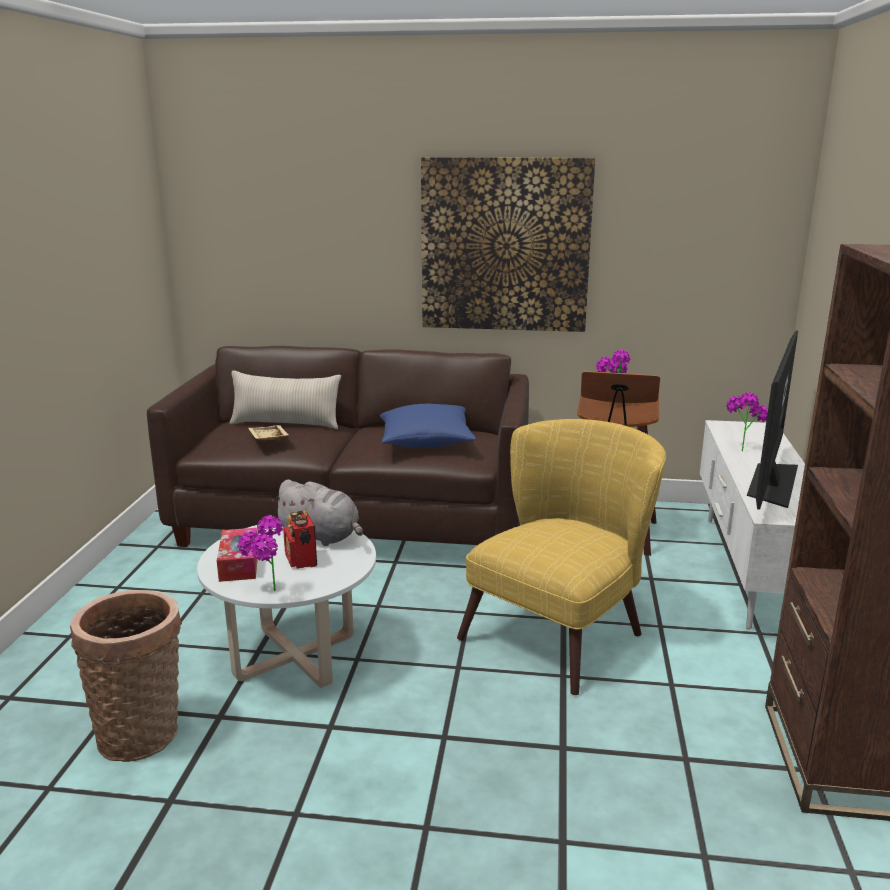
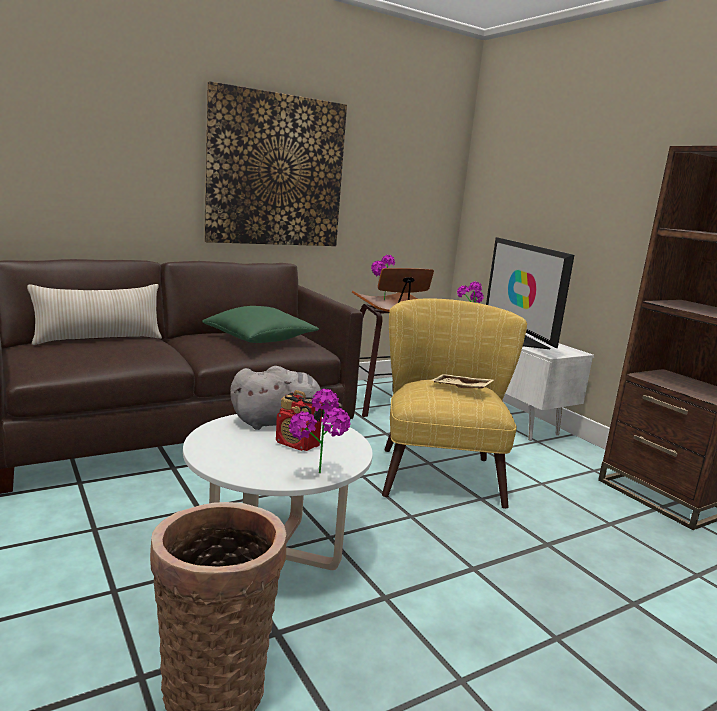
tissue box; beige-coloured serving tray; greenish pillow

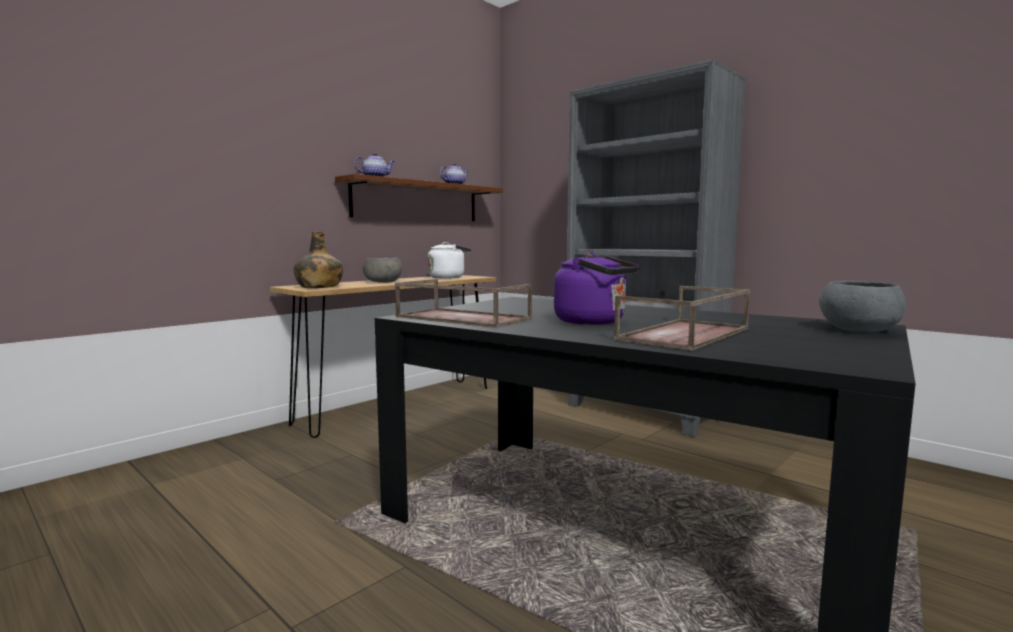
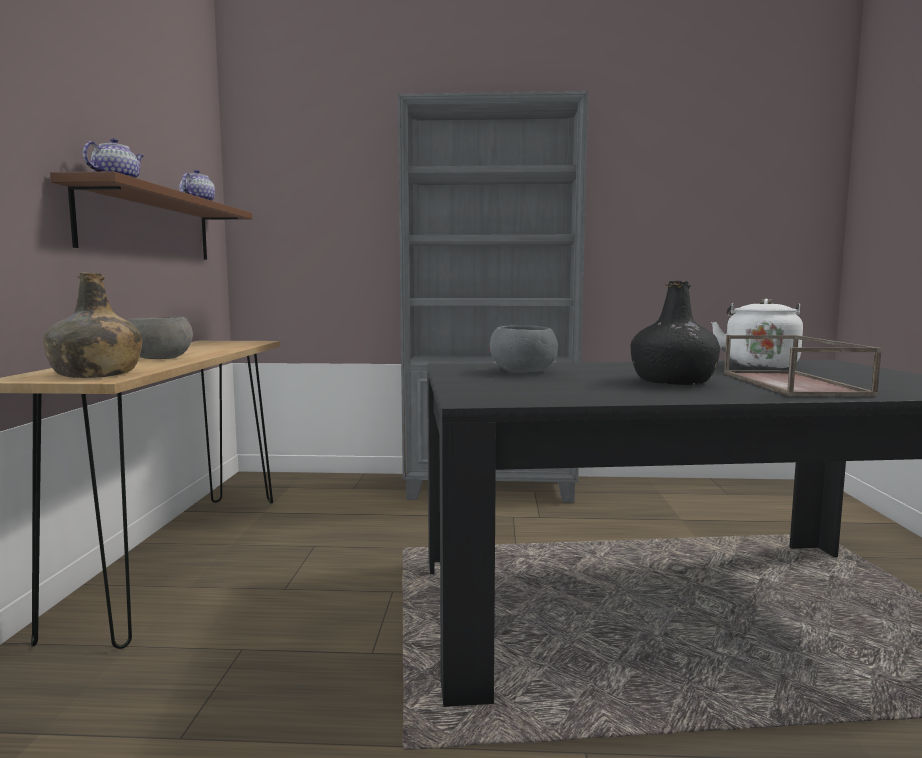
brownish serving tray (1st from left in the first image); white tea kettle; black-coloured drink bottle; gray deep dish (2nd from left)

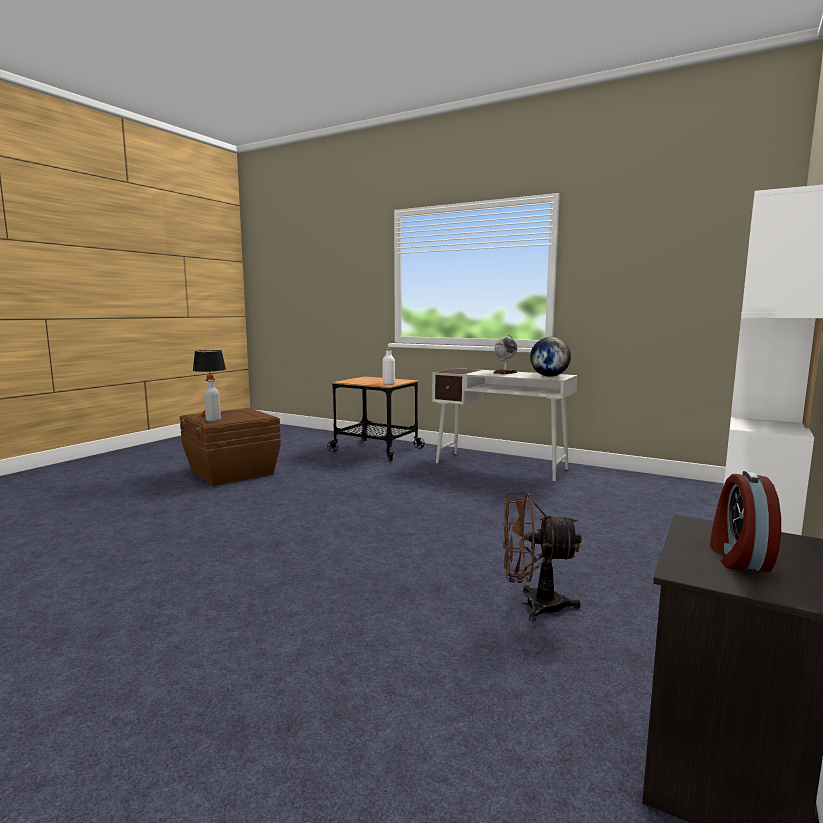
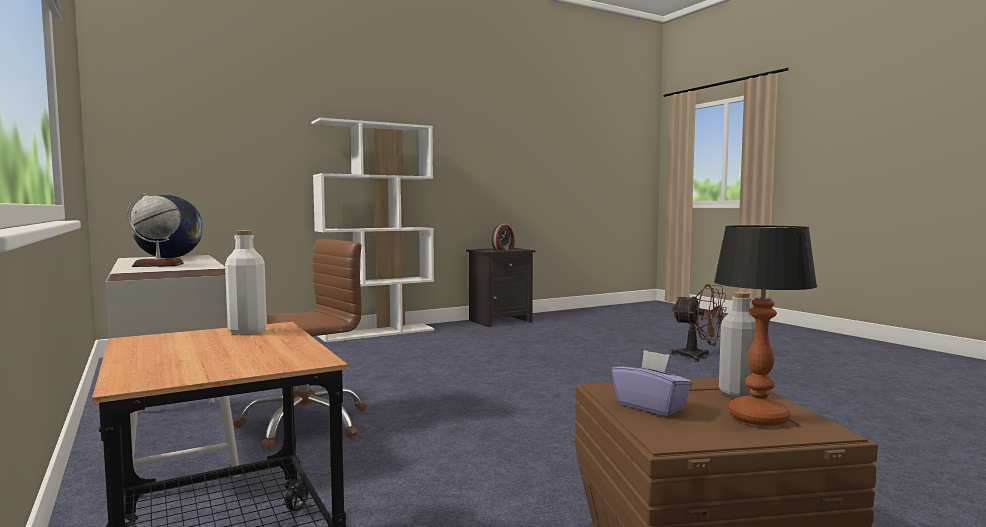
brownish fan; brownish desk chair; purplish tissue box

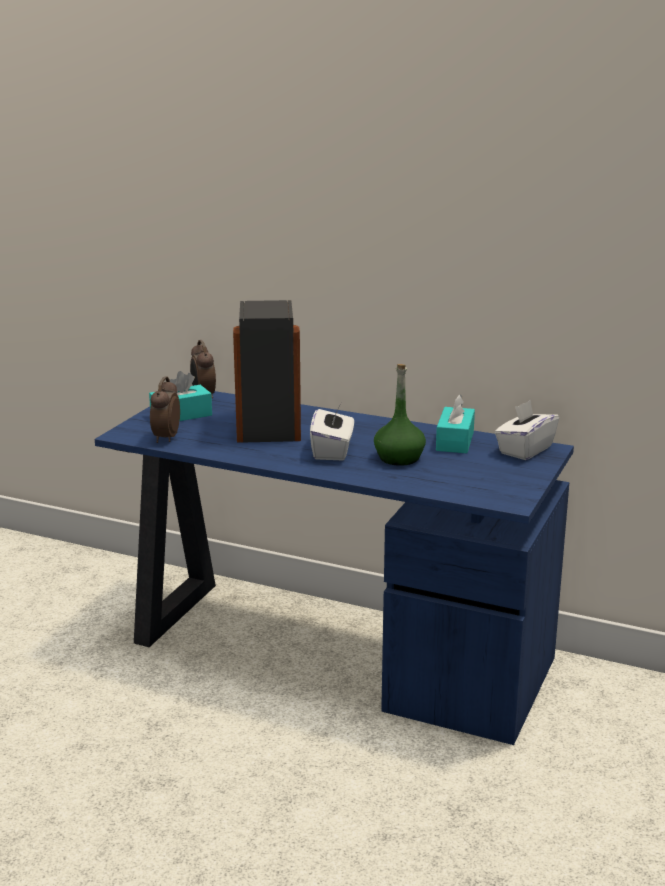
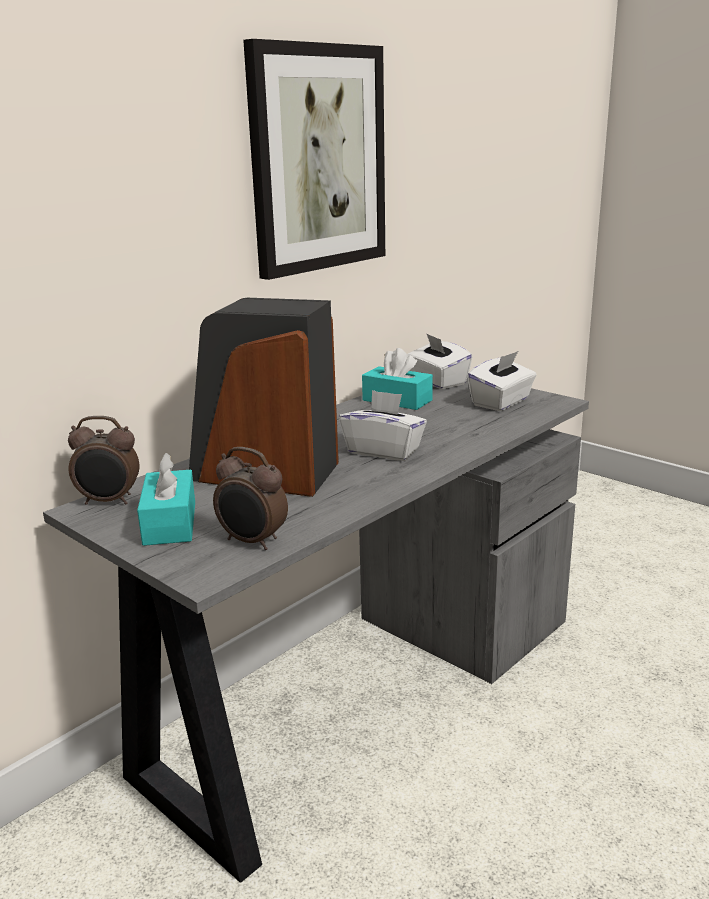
gray desk unit; greenish drink bottle; wall picture; white tissue box (3rd from left)

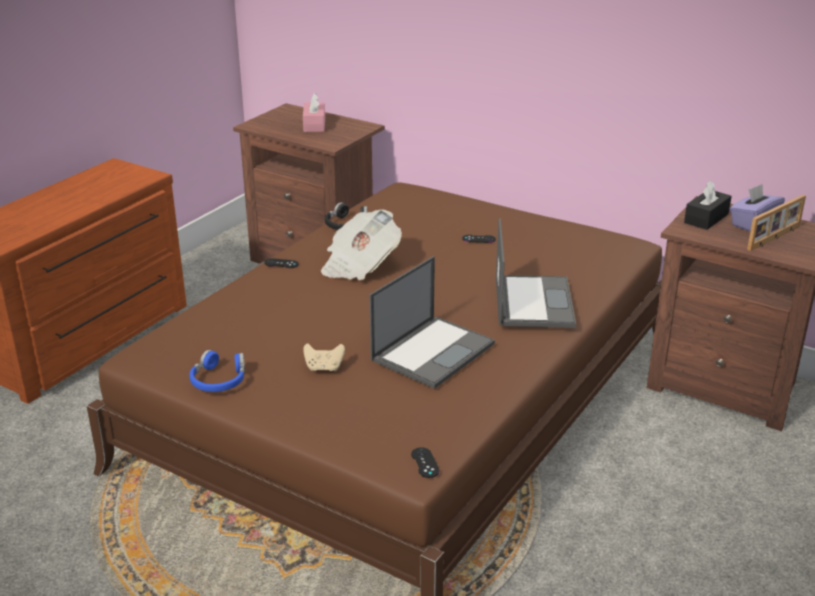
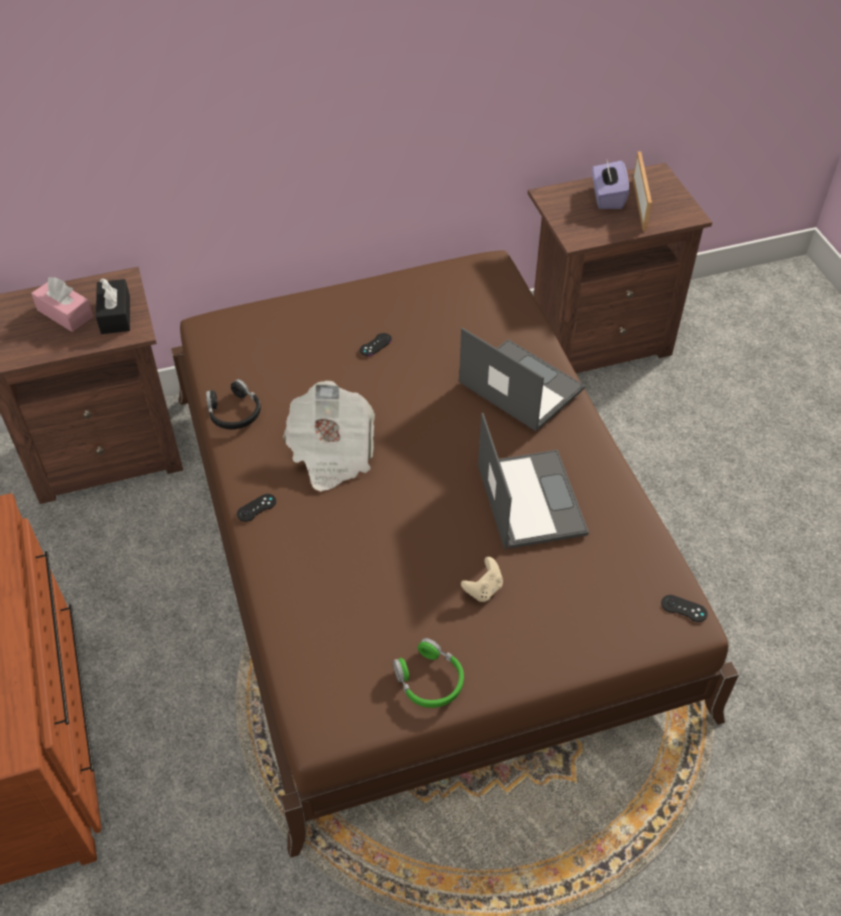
greenish headphones; black-coloured tissue box

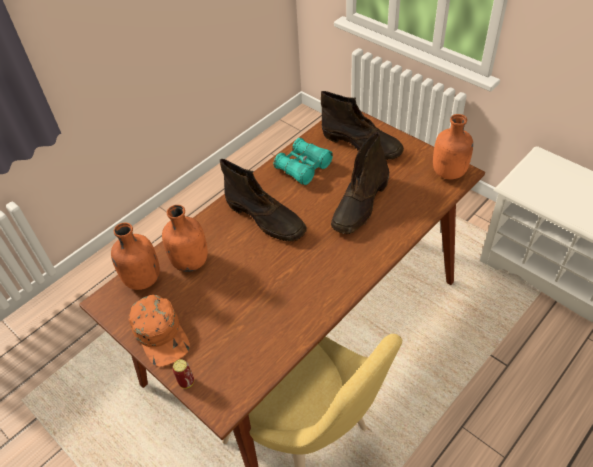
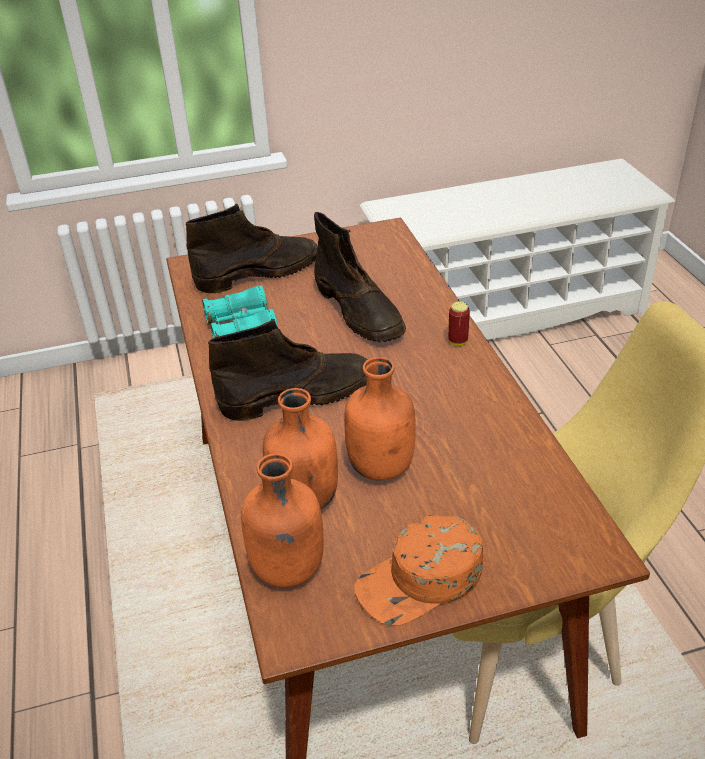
orange-coloured cap; can; orange-coloured drink bottle (3rd from left)

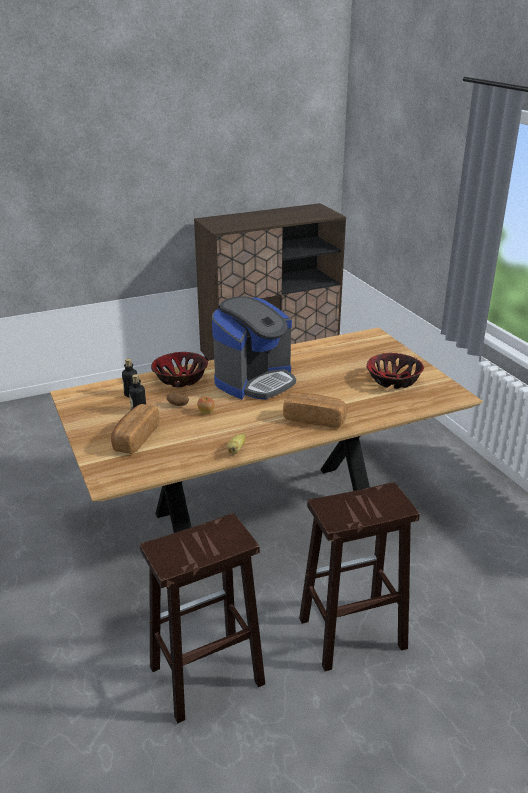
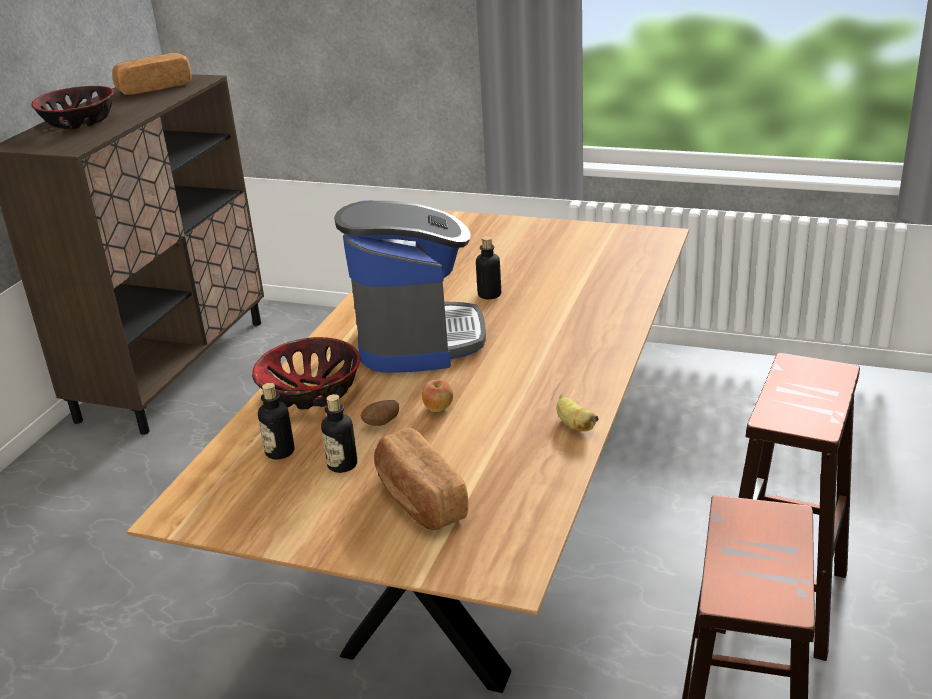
bakery bread (1st from left); deep dish (1st from left); drink bottle (3rd from left)

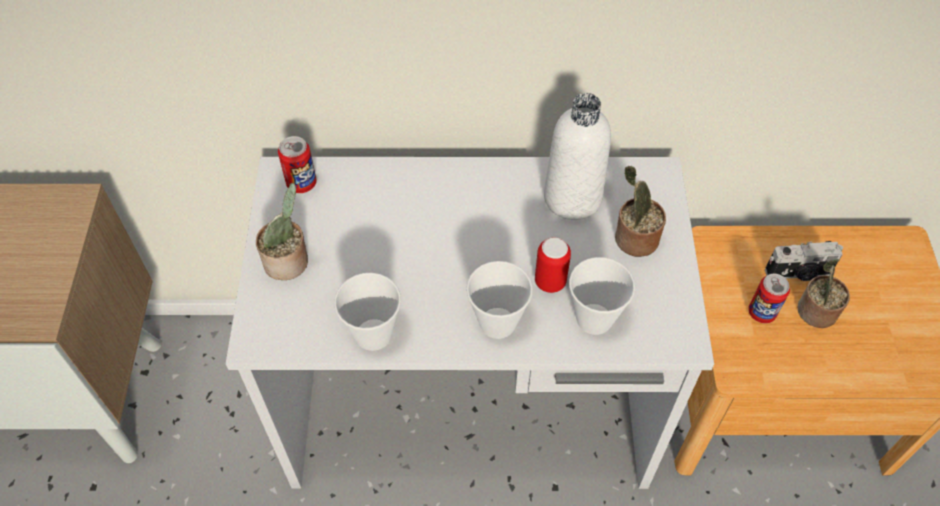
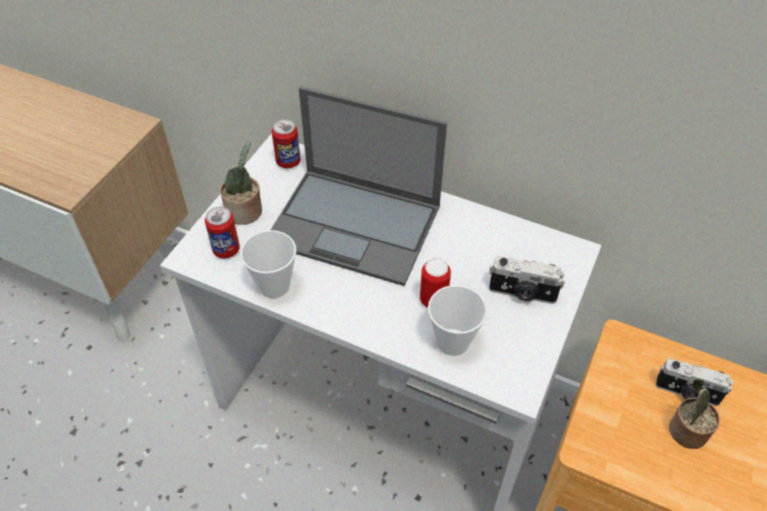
cup (2nd from left in the first image); white drink bottle; still camera (1st from left); can (1st from left); laptop

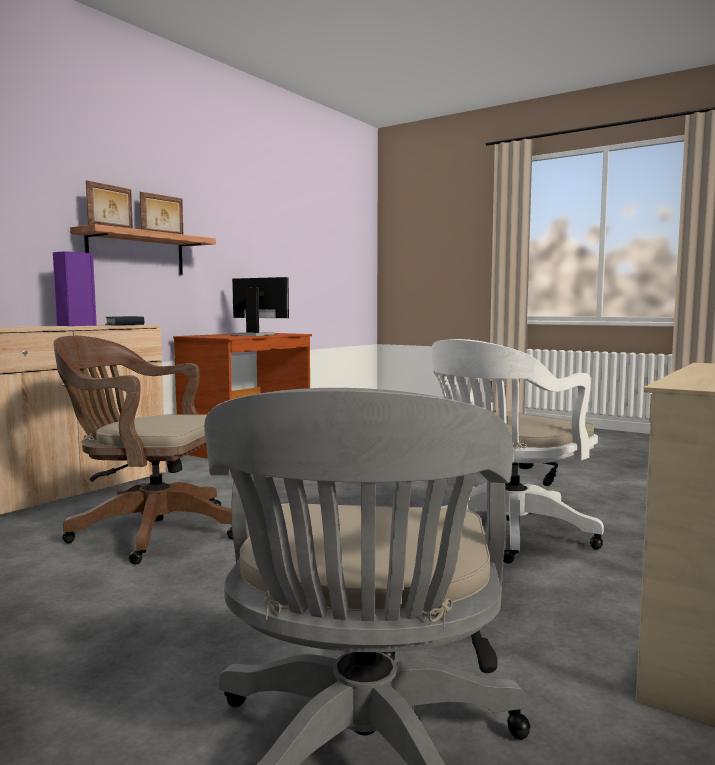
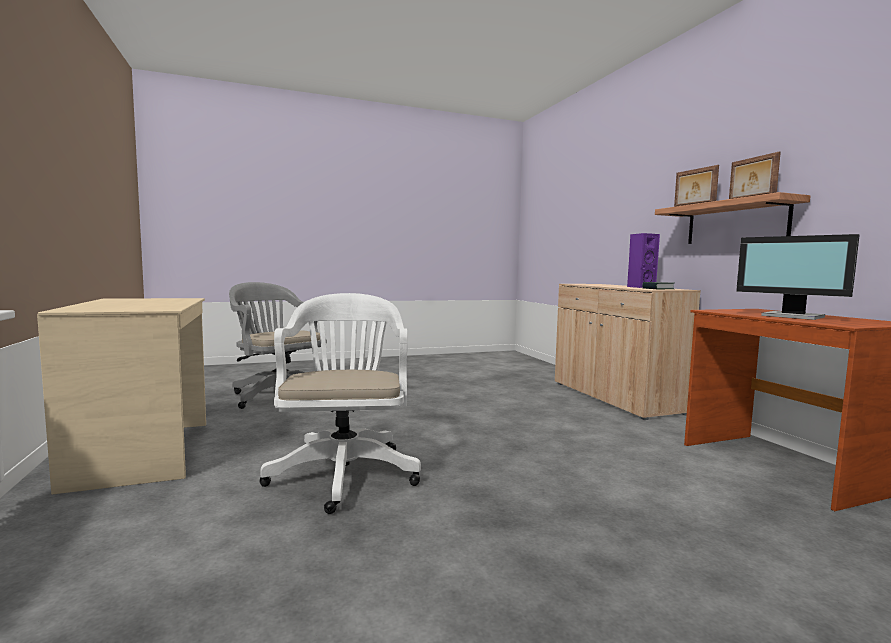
brownish desk chair; monitor

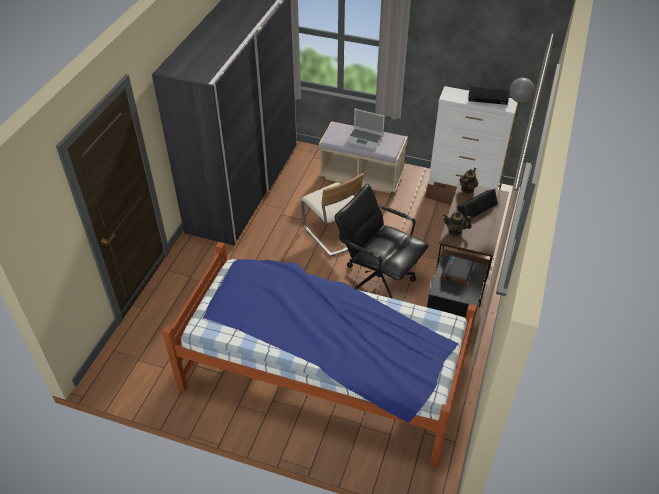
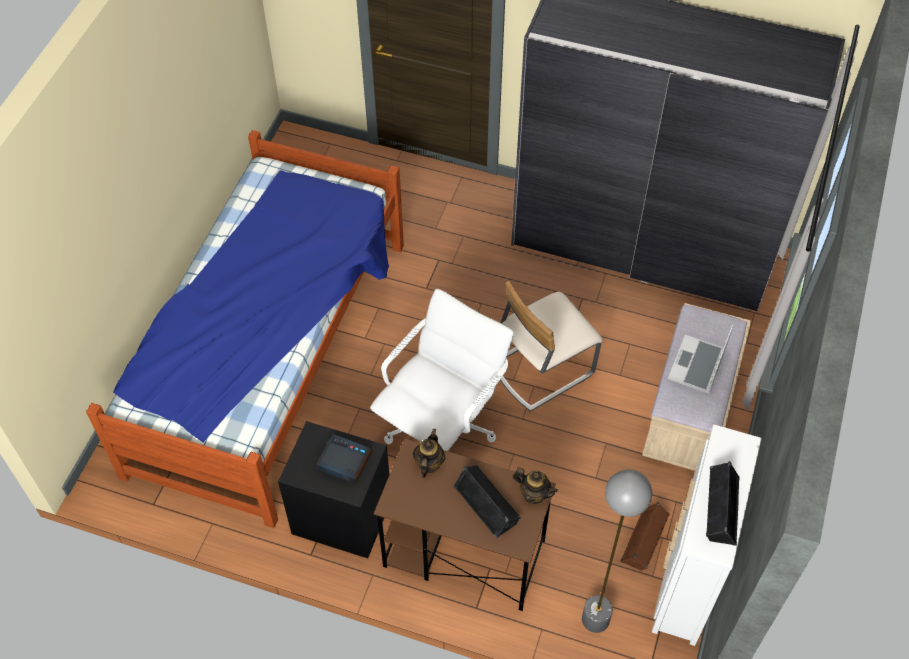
white desk chair

